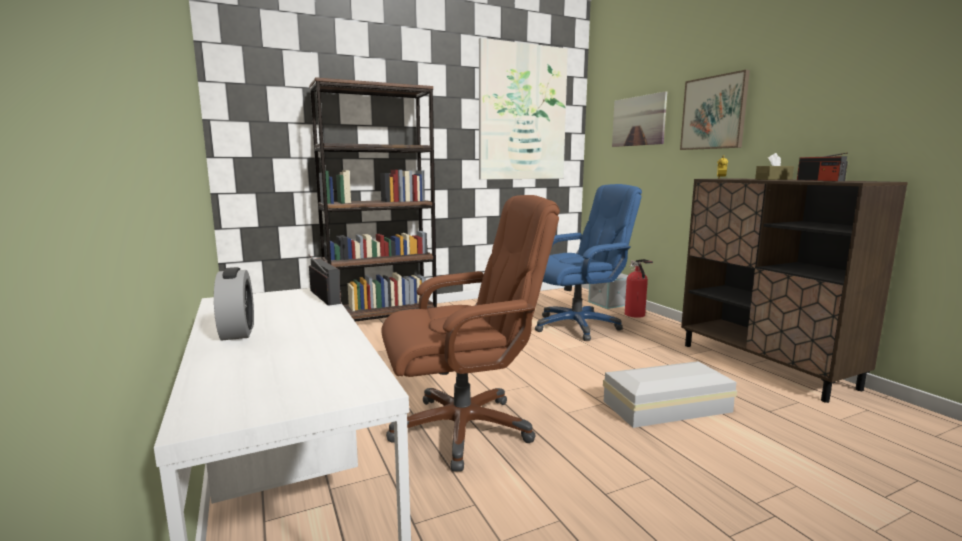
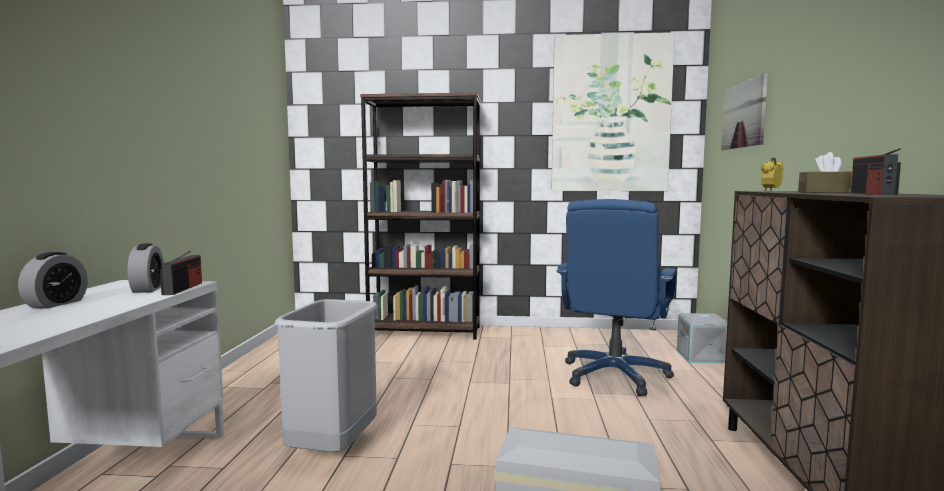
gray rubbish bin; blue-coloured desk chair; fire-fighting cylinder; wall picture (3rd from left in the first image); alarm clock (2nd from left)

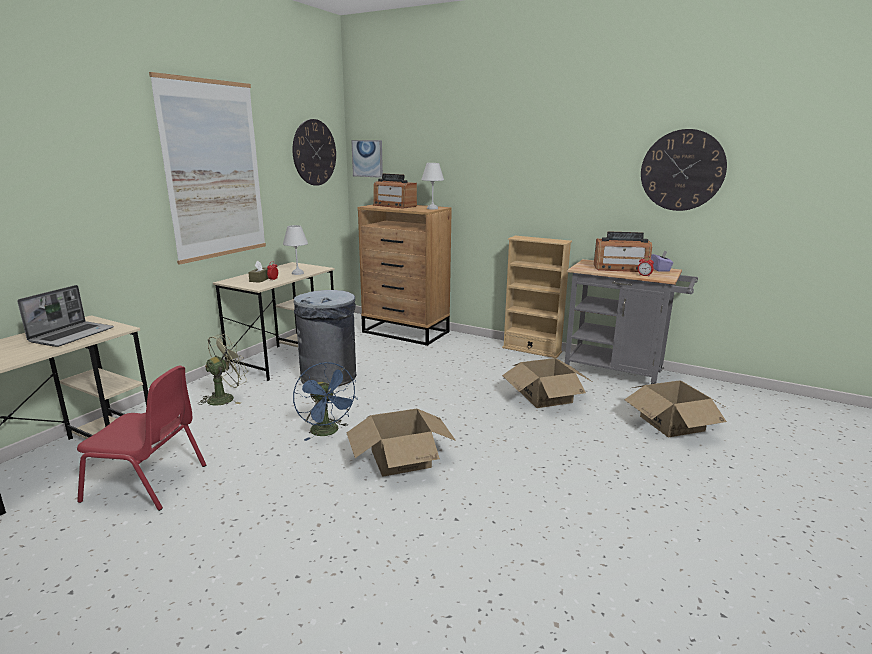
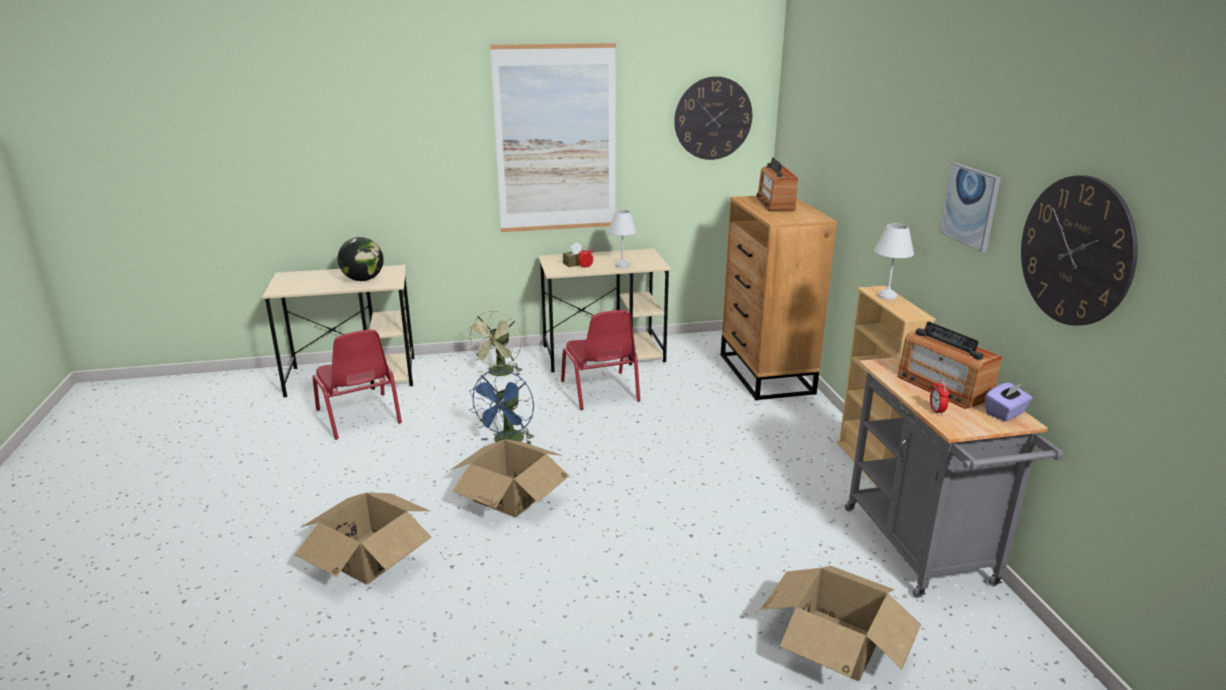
globe; greenish fan; reddish plain chair (2nd from left); wall picture (2nd from left); white tabletop lamp (2nd from left); carton (1st from left)

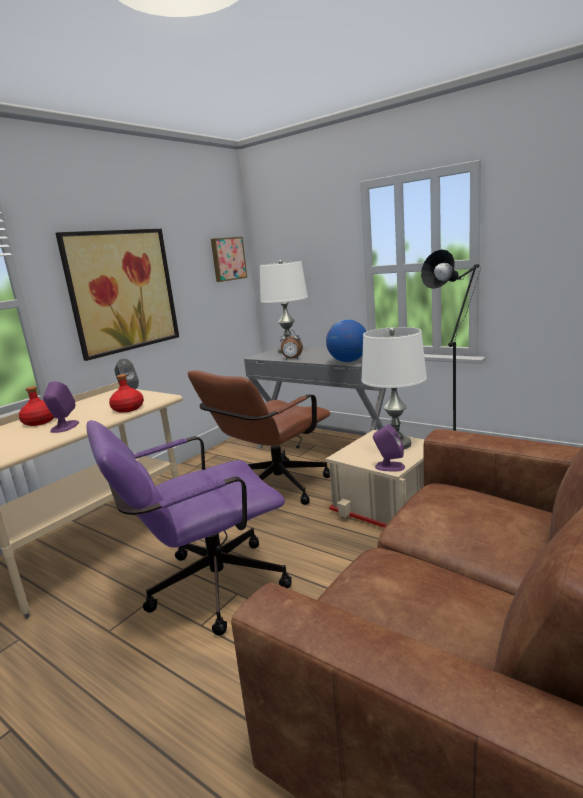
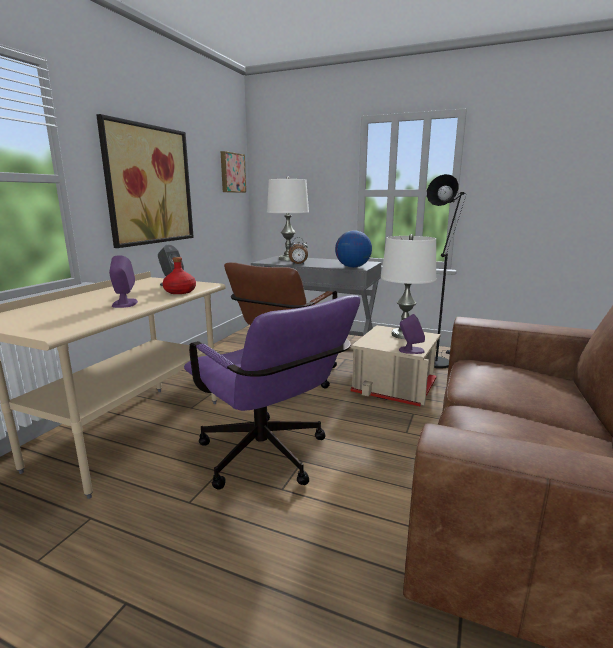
reddish drink bottle (1st from left in the first image); purplish desk chair

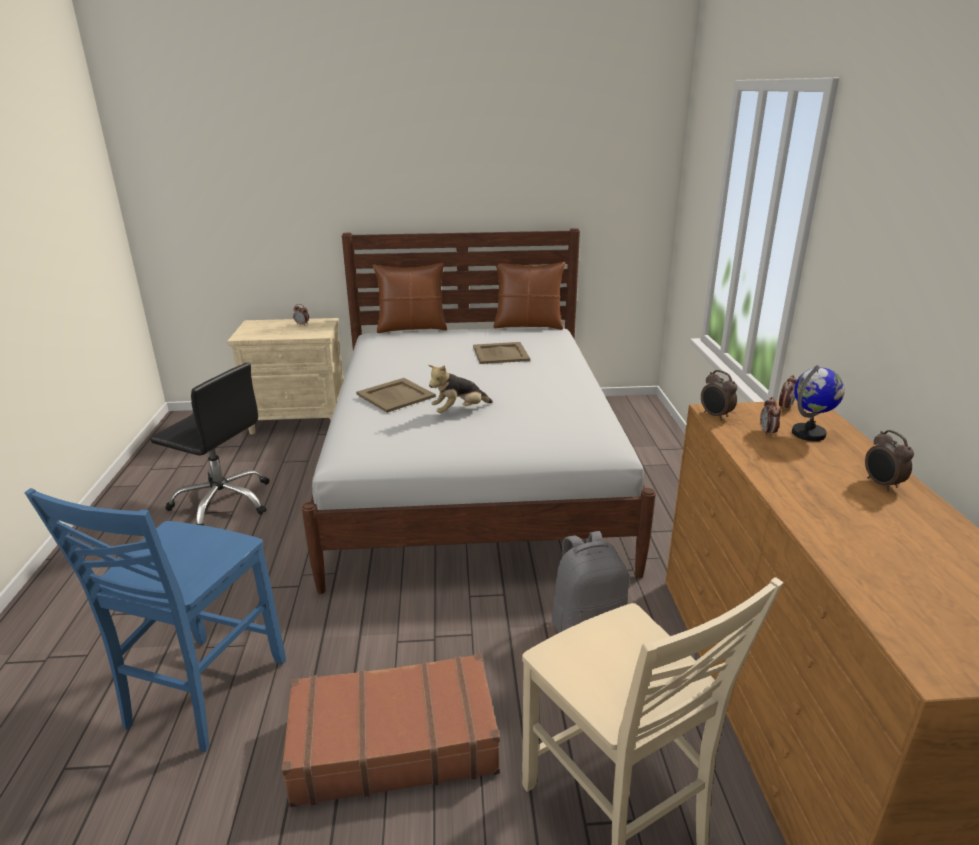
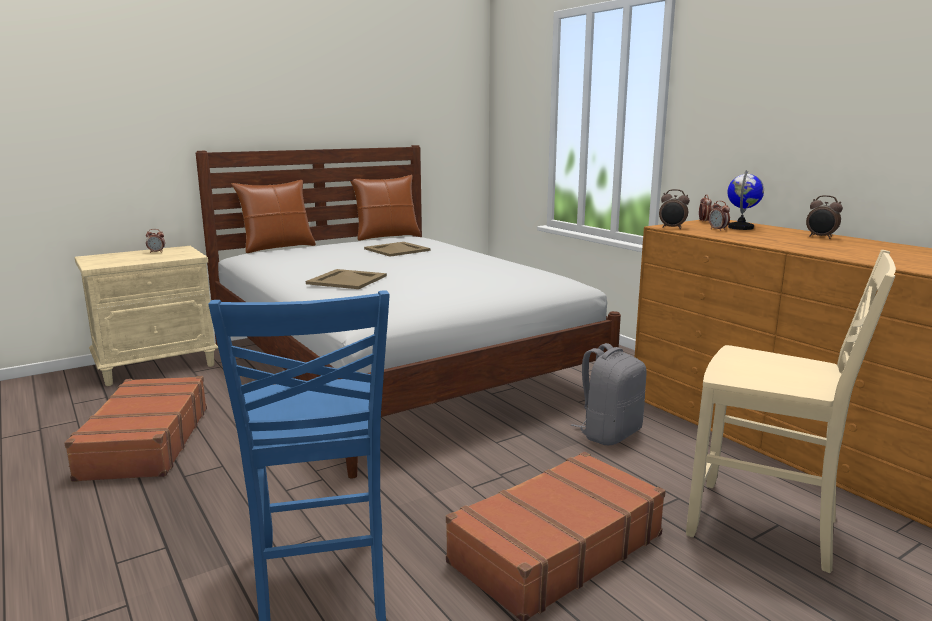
brownish suitcase (1st from left); soft toy

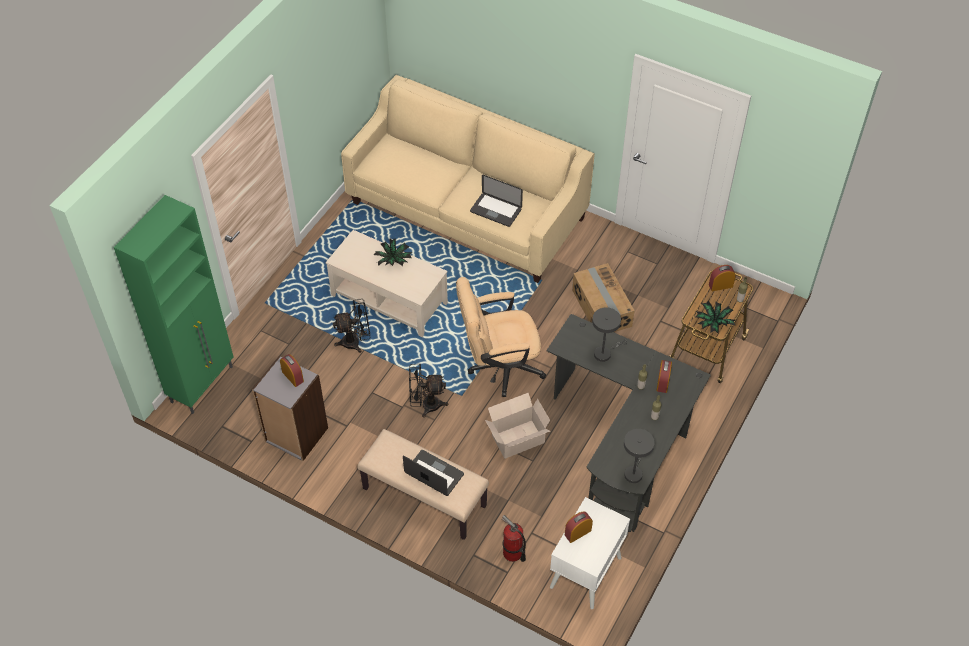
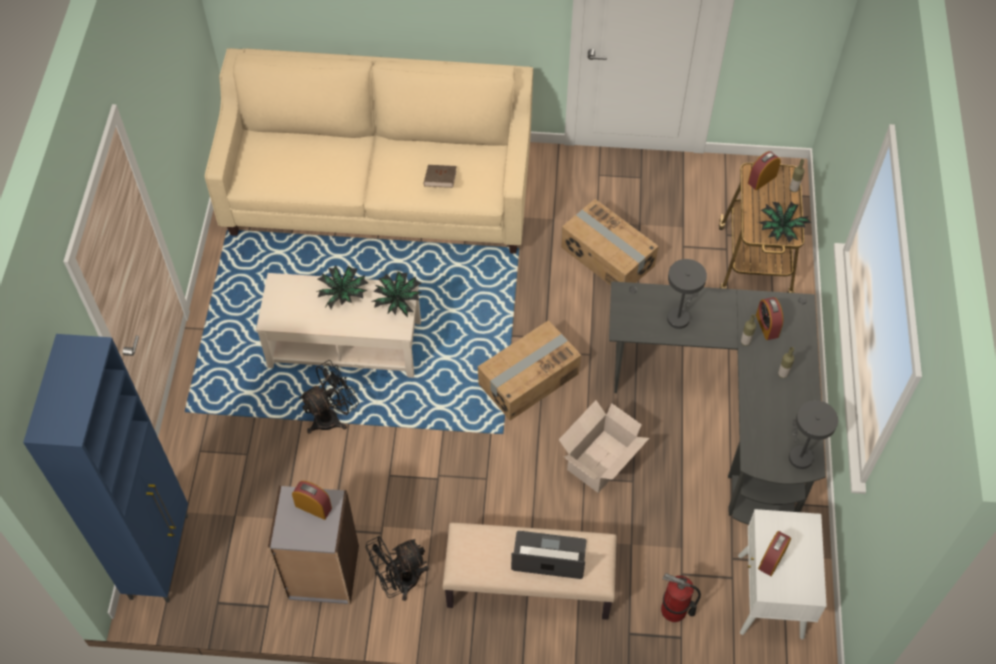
blue-coloured cabinet; black-coloured fan (2nd from left); carton (1st from left); brownish volume; plant in a pot (2nd from left)

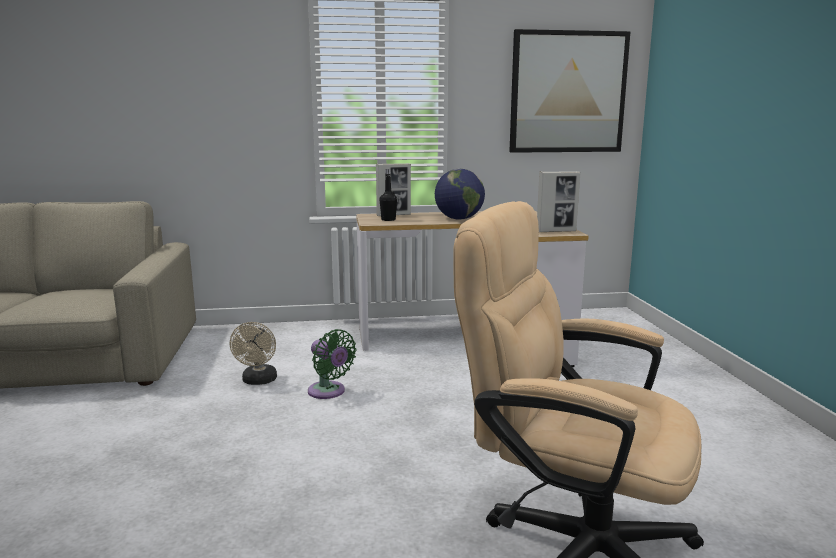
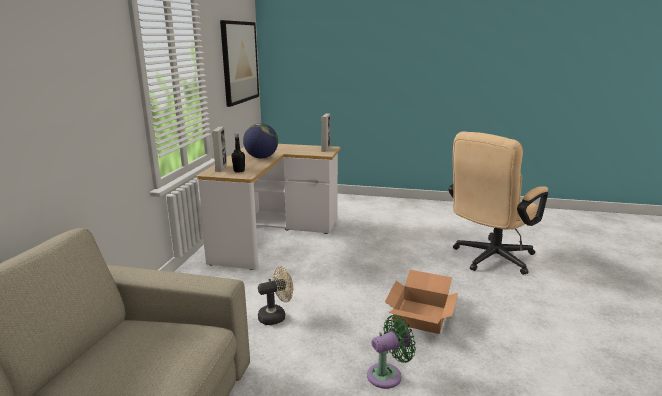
beige-coloured fan; greenish fan; carton

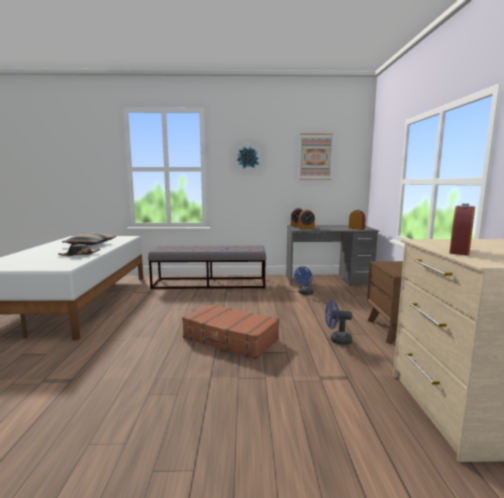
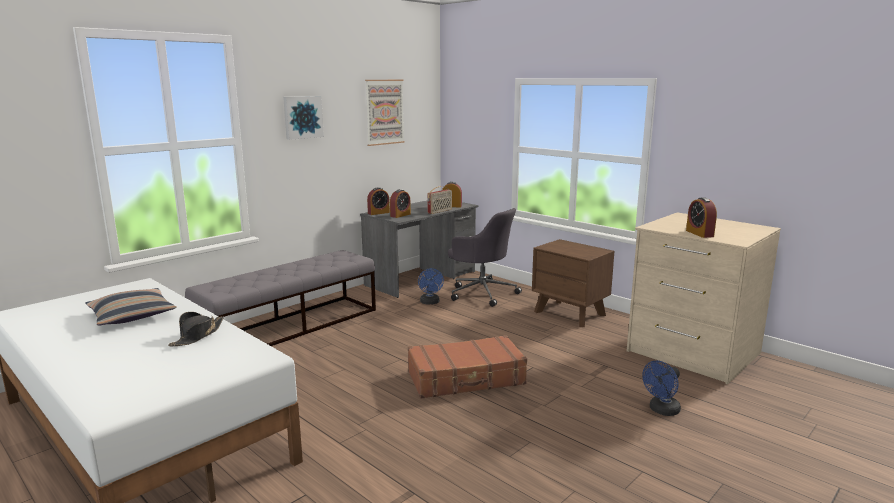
blue-coloured fan (2nd from left); radio; gray desk chair

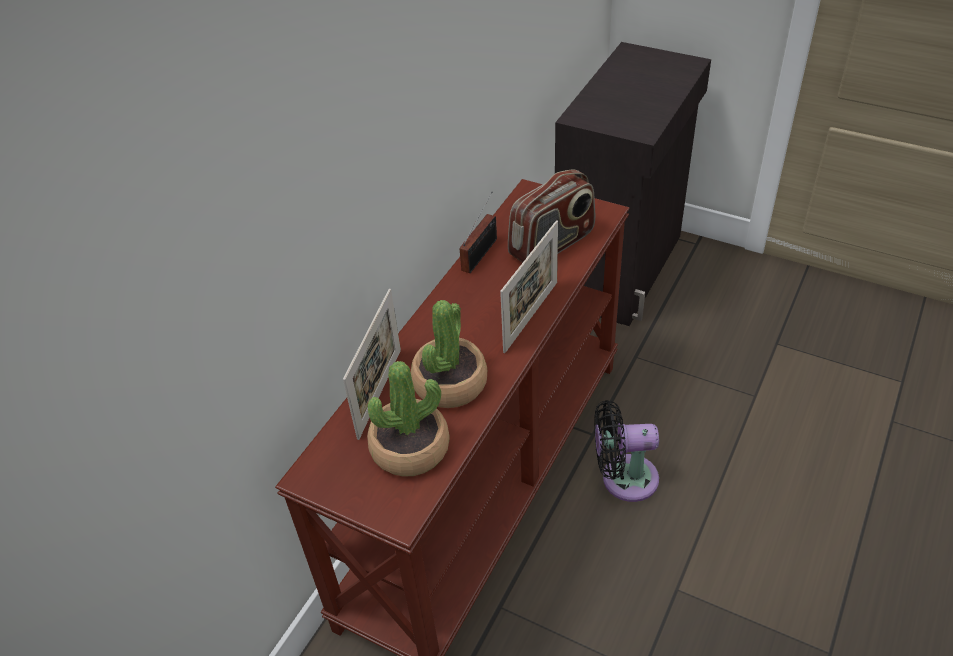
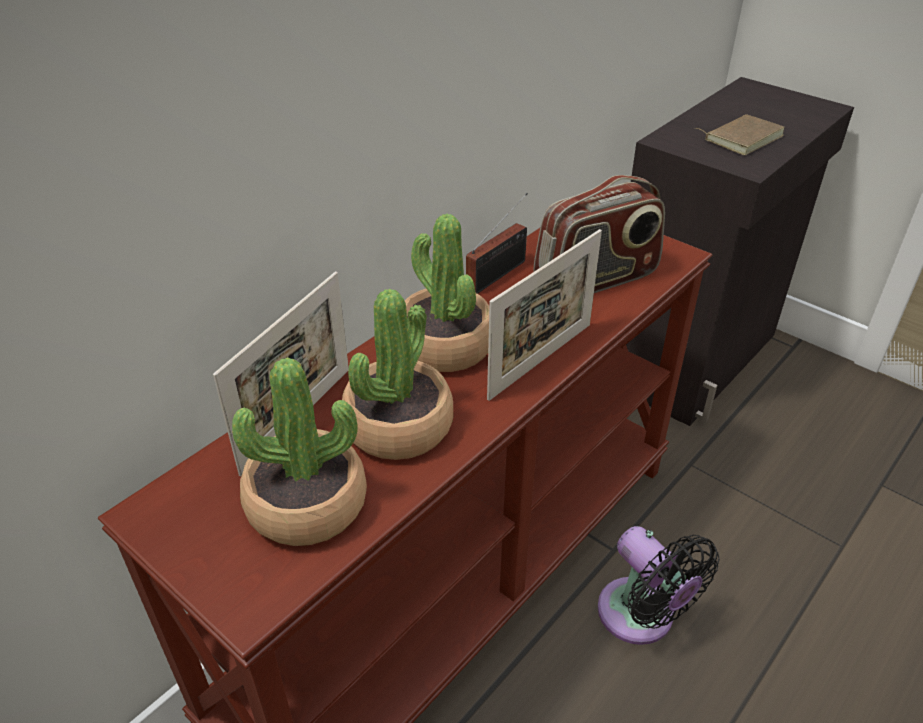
black-coloured fan; plant in a pot (3rd from left); brownish volume

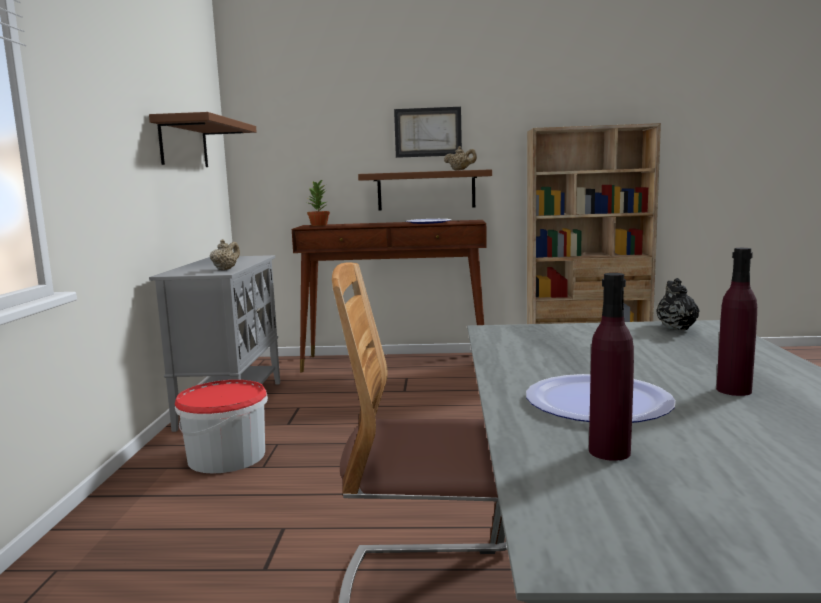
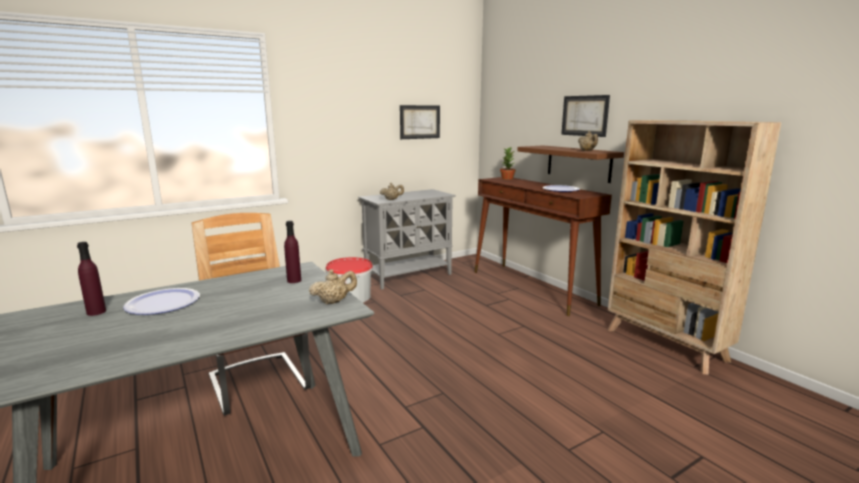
wall picture (1st from left); beige-coloured teapot (1st from left); purplish drink bottle (2nd from left)

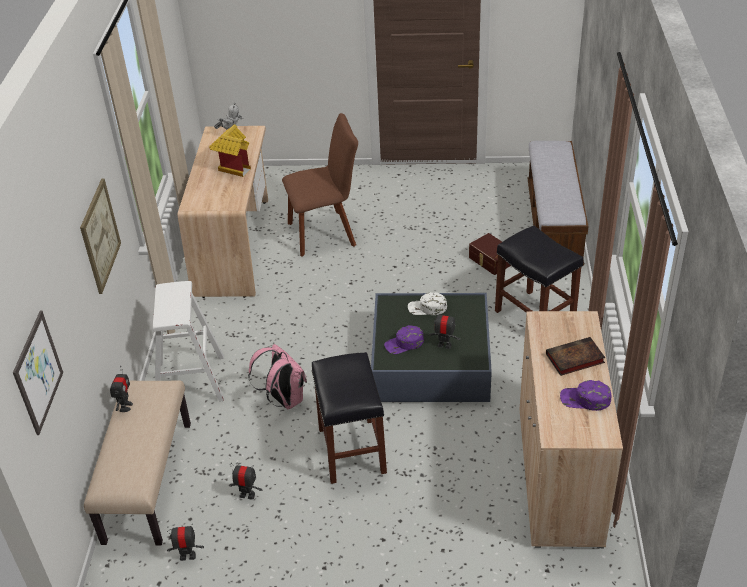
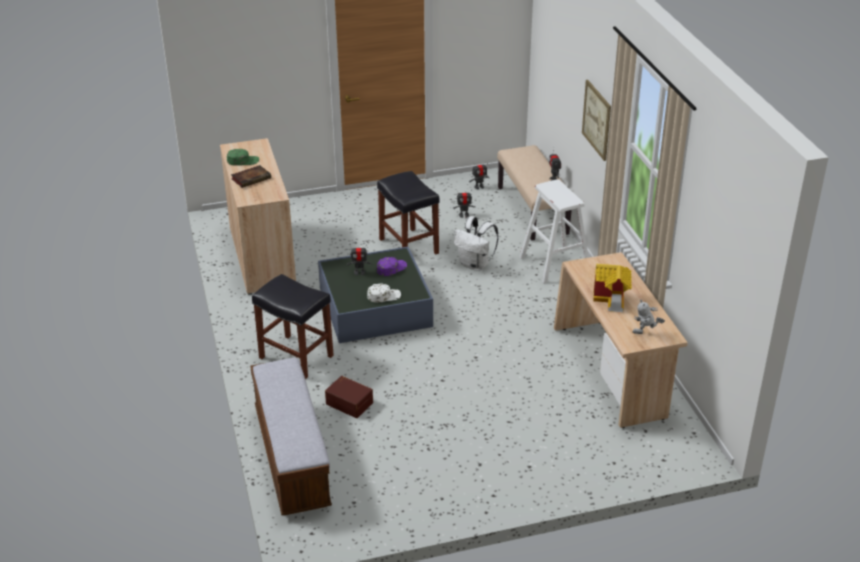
wall picture (1st from left in the first image); white rucksack; brownish plain chair; greenish cap

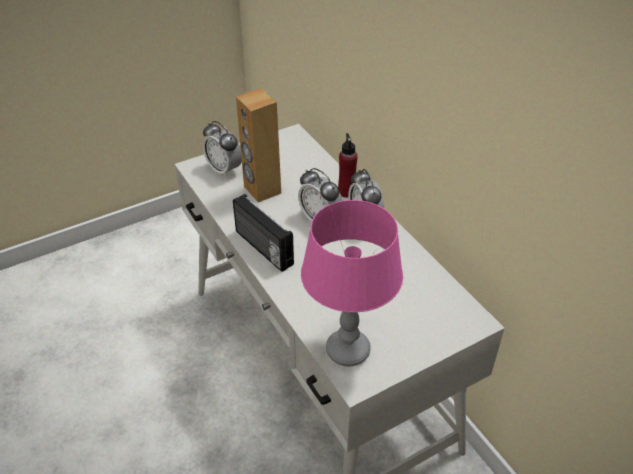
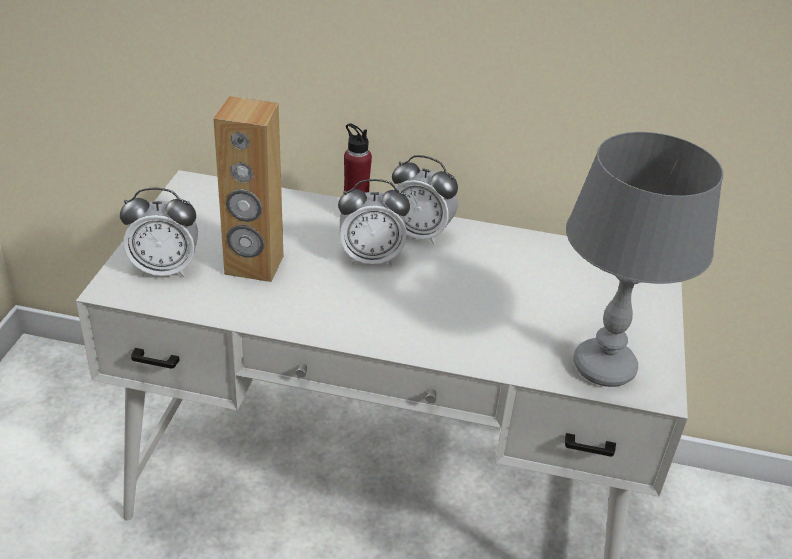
radio; gray tabletop lamp

